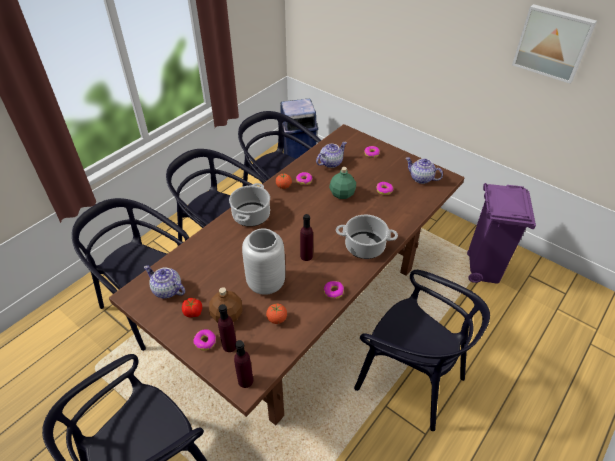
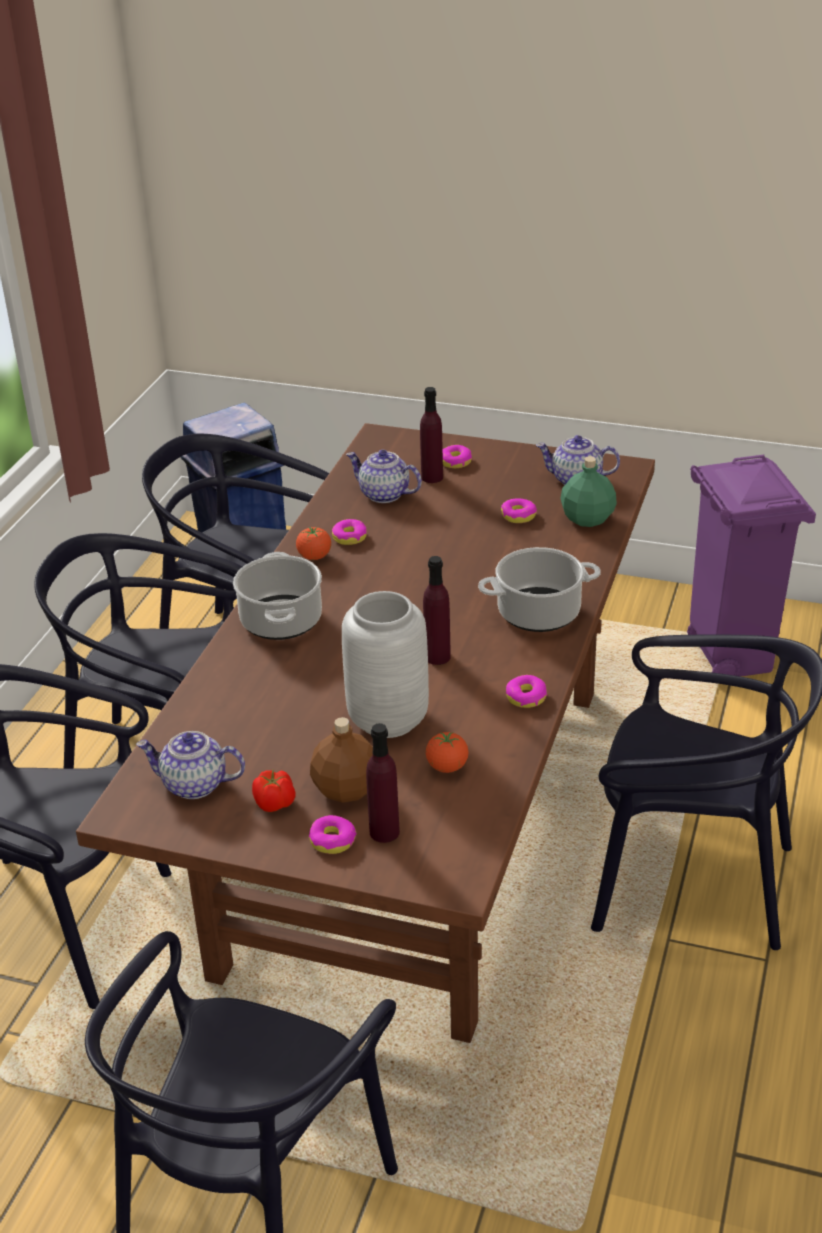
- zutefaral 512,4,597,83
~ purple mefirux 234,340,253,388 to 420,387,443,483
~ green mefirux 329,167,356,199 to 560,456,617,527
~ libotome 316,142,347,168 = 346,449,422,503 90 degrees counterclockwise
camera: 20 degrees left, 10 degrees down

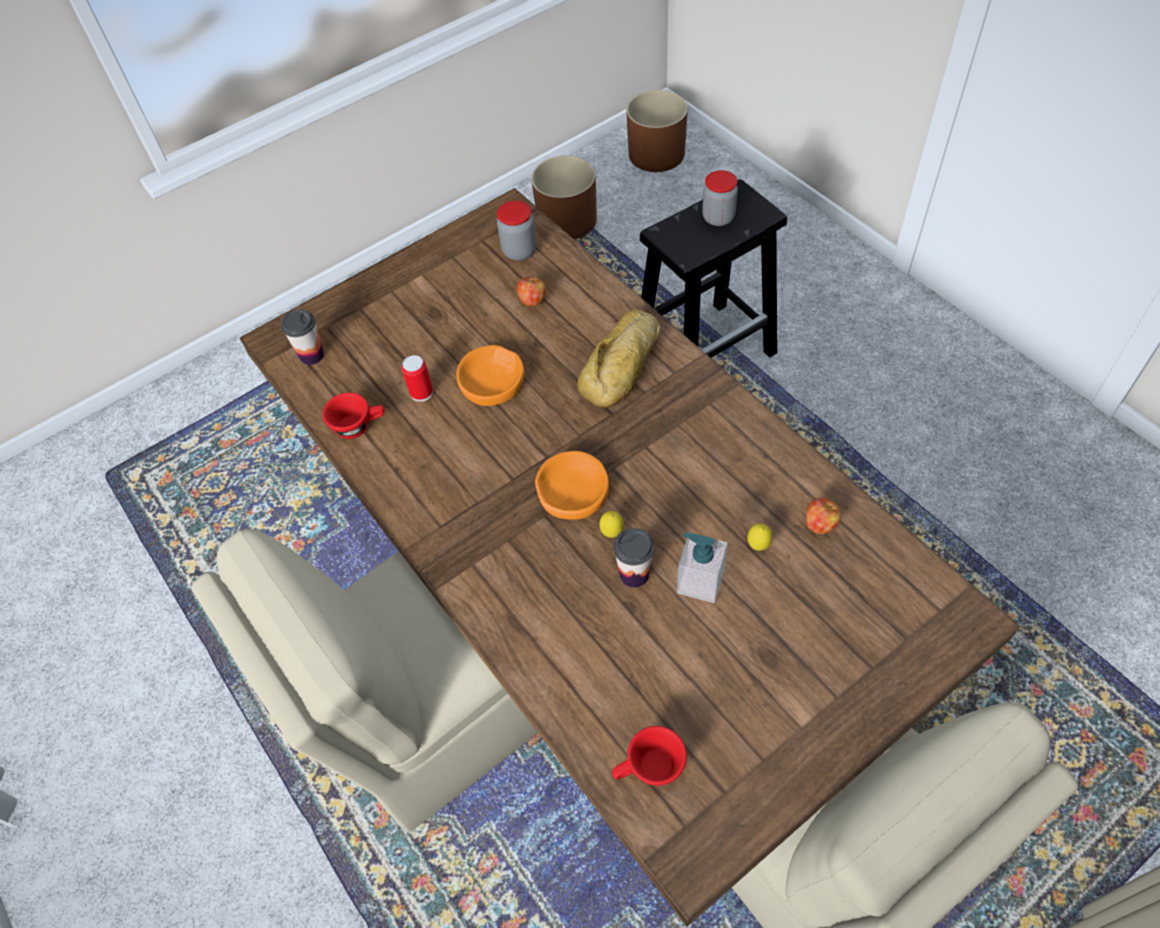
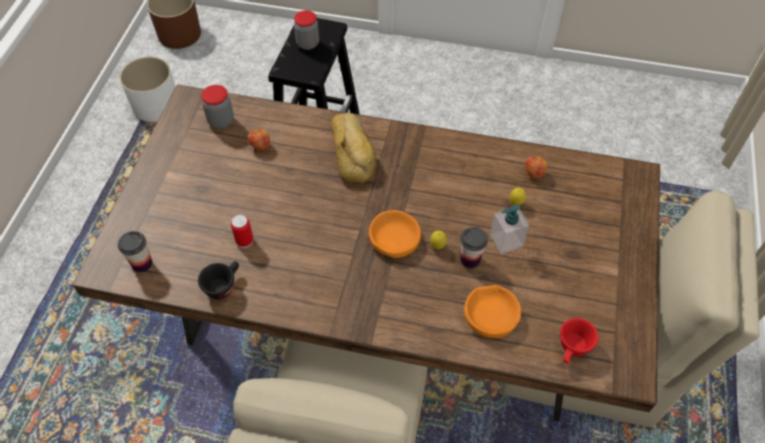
~ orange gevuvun 456,345,524,406 to 464,285,521,338
~ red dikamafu 322,393,385,439 to black dikamafu 198,261,239,299
~ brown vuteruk 531,155,597,239 to white vuteruk 120,57,176,122
camera: 45 degrees left, 0 degrees up

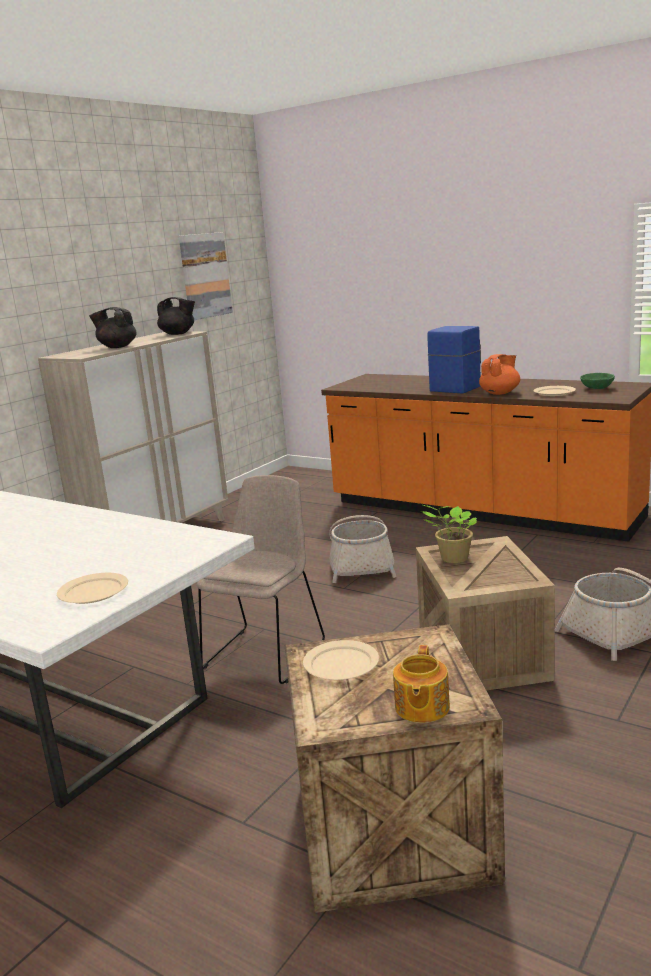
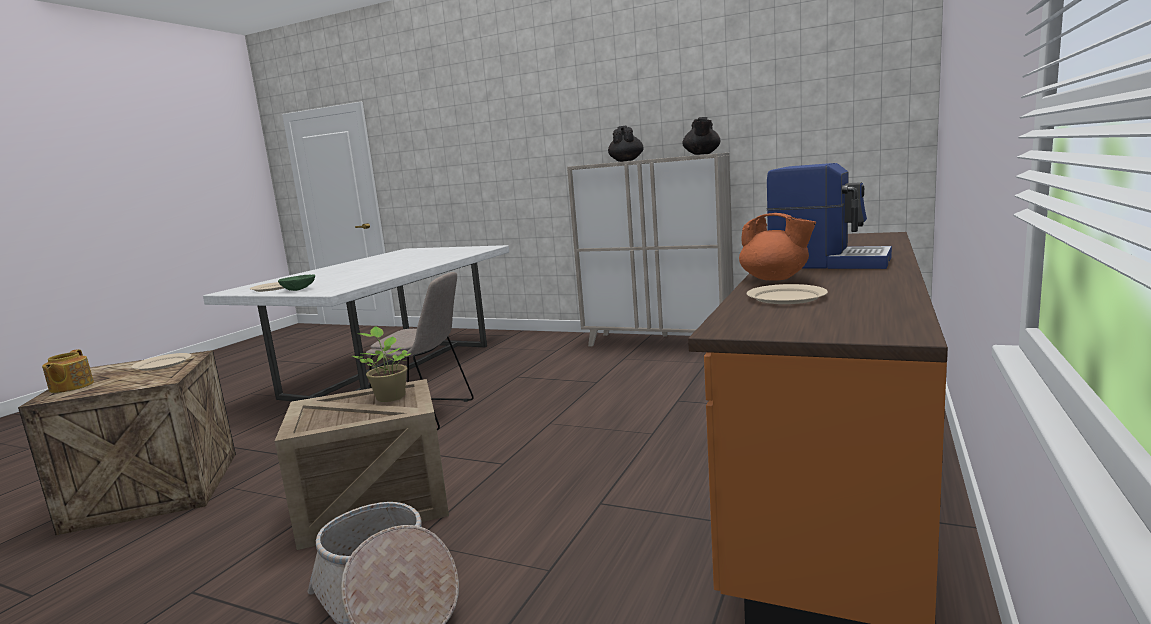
- zutefaral 179,232,233,320
- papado 329,515,397,583
~ green gevuvun 580,373,615,389 to 278,275,315,291
~ libotome 393,645,450,723 = 42,349,94,393 105 degrees counterclockwise
camera: 80 degrees right, 5 degrees down

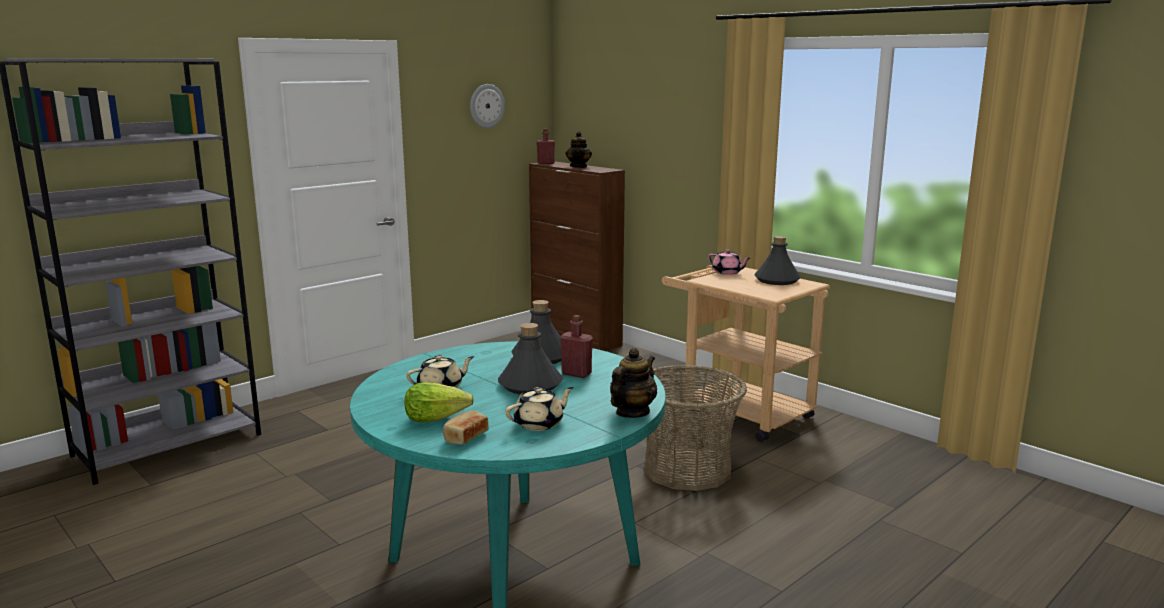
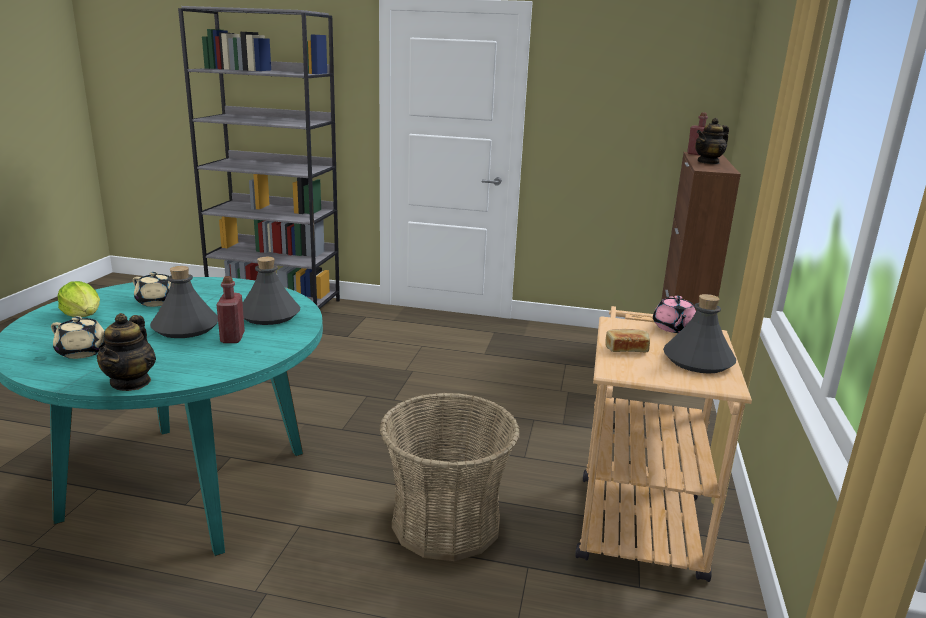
- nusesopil 470,84,505,128
~ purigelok 443,411,489,445 to 605,329,650,353
~ libotome 610,348,657,418 = 97,313,156,391 90 degrees clockwise
camera: 55 degrees right, 5 degrees up

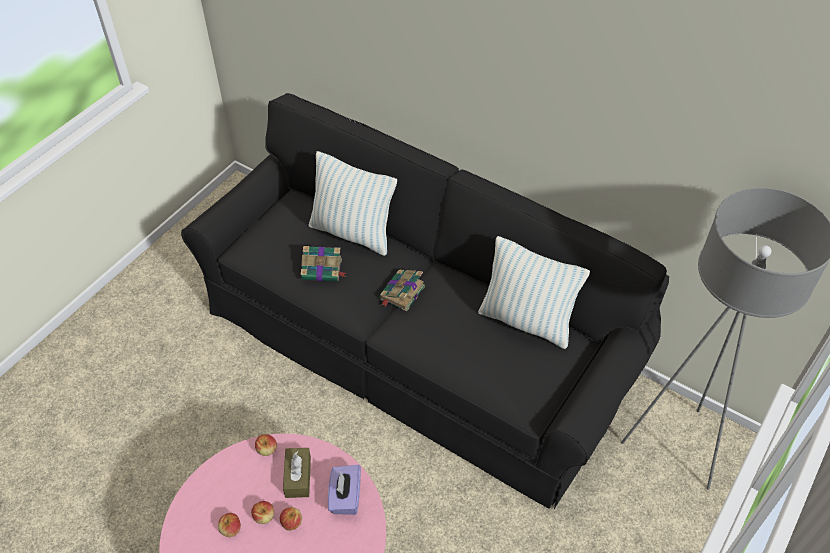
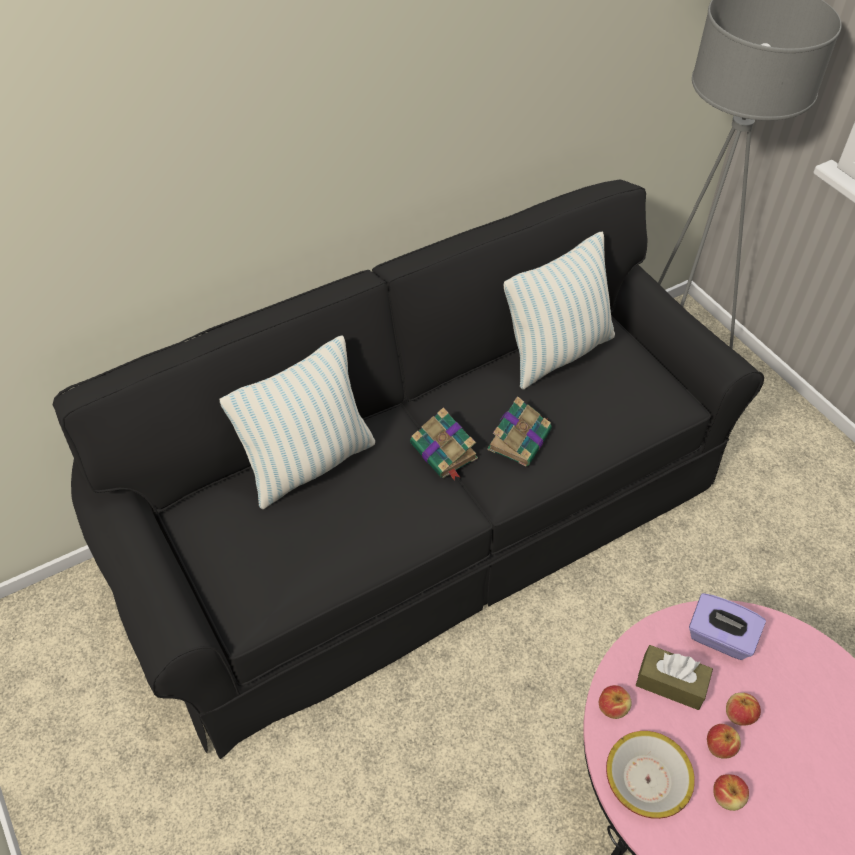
+ gevuvun 606,731,695,819
~ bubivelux 301,246,346,281 to 487,396,552,466
camera: 65 degrees left, 0 degrees up

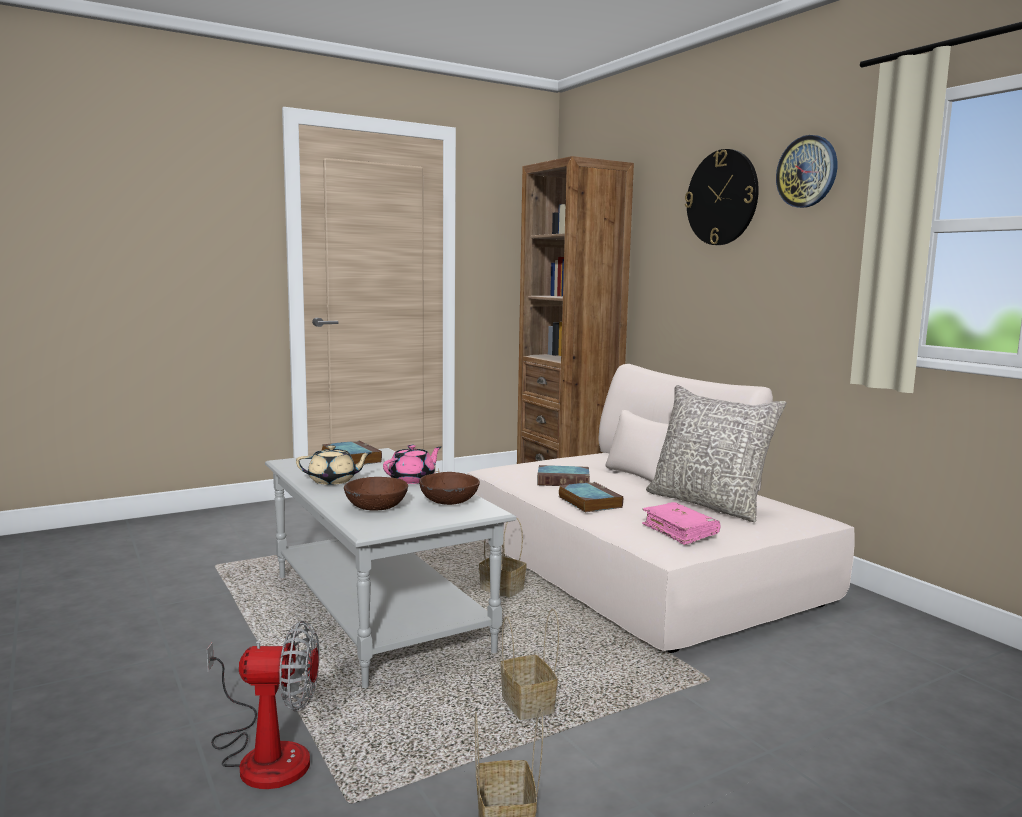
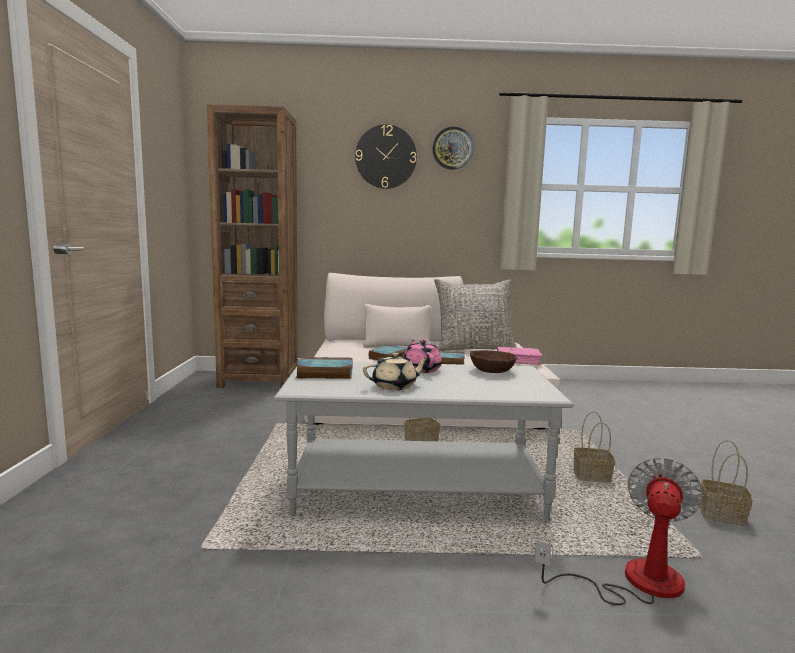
- brown gevuvun 344,477,408,511
~ beige libotome 296,445,371,485 = 363,352,429,390 45 degrees clockwise
camera: 60 degrees left, 0 degrees up

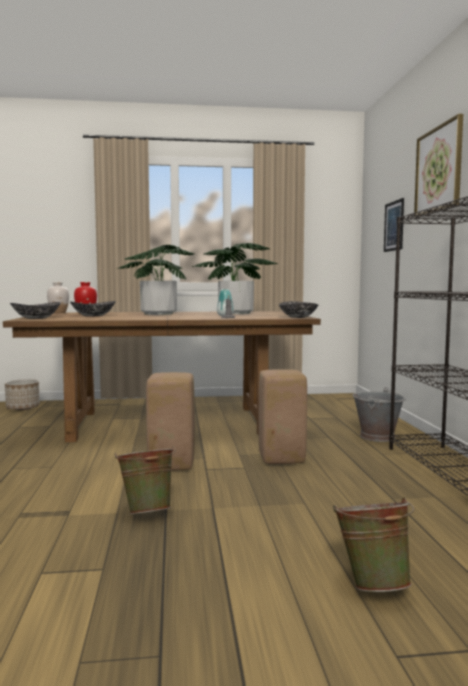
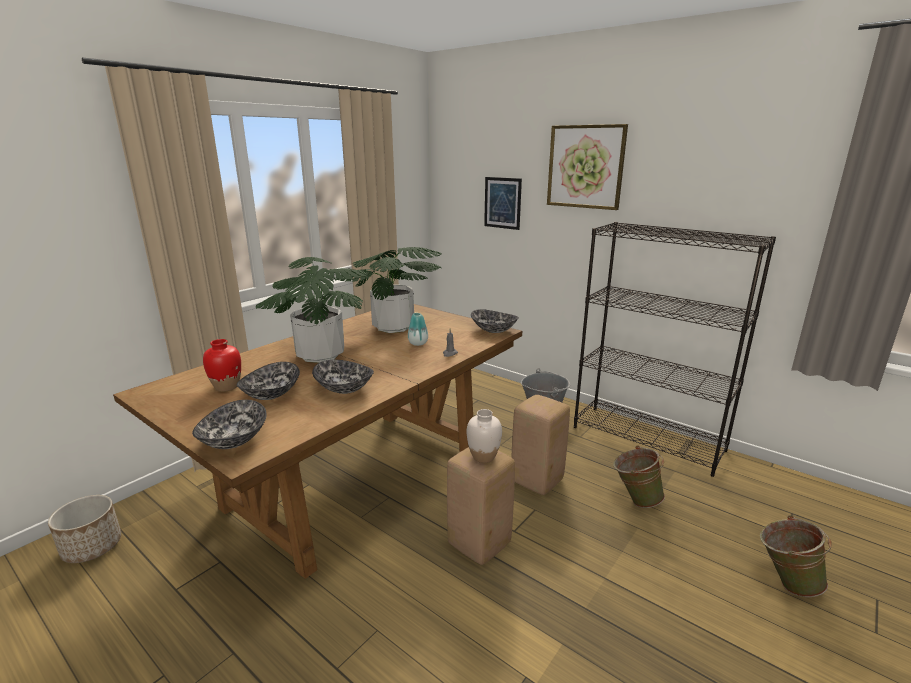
+ gevuvun 312,360,374,394
~ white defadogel 47,282,69,313 to 467,409,502,463
~ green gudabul 115,446,176,514 to 613,445,665,508
camera: 45 degrees left, 15 degrees up

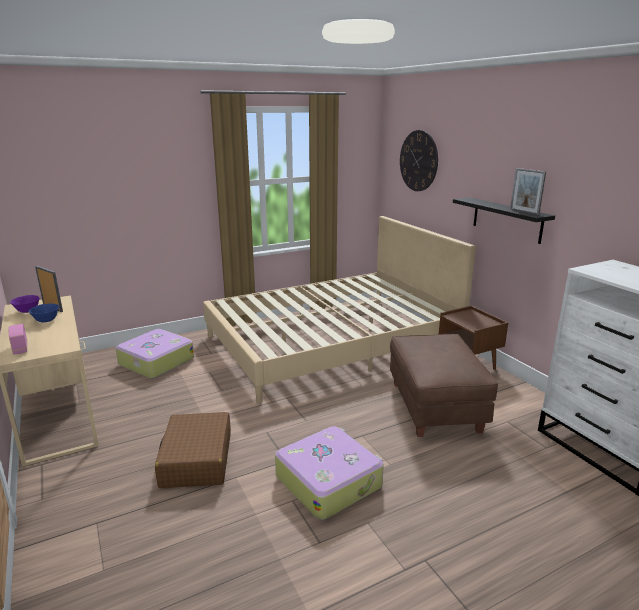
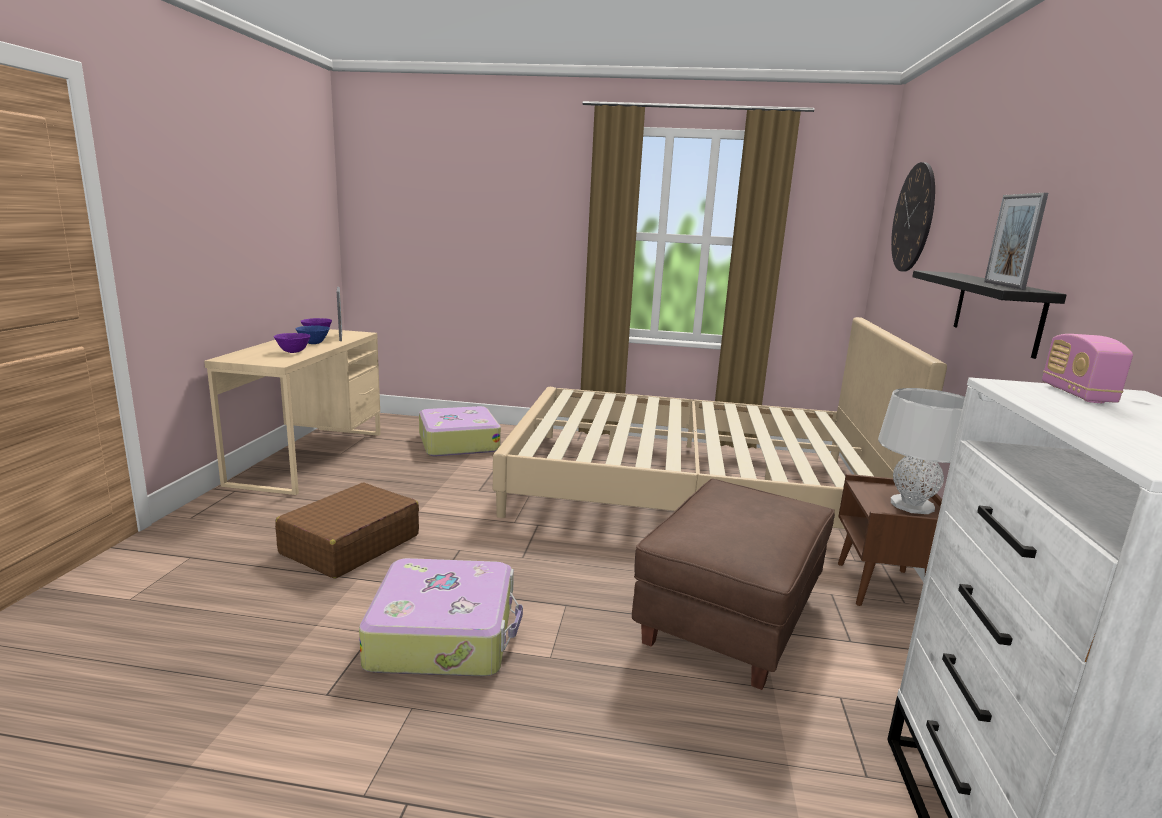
+ purple gevuvun 274,333,311,353
+ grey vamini 878,388,965,514
~ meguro 9,324,27,355 to 1042,334,1133,403
camera: 35 degrees right, 5 degrees down

